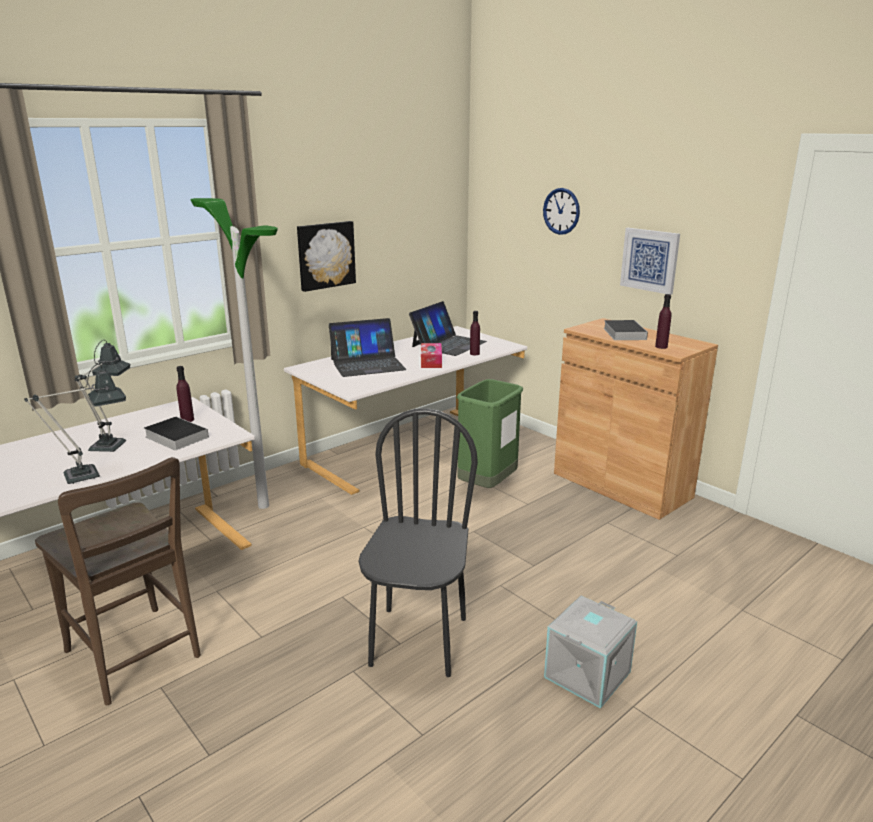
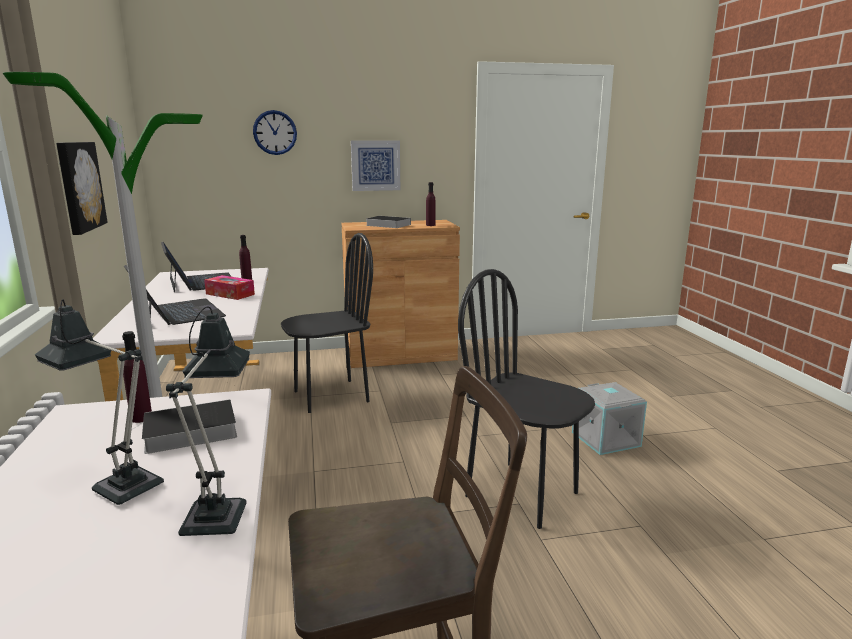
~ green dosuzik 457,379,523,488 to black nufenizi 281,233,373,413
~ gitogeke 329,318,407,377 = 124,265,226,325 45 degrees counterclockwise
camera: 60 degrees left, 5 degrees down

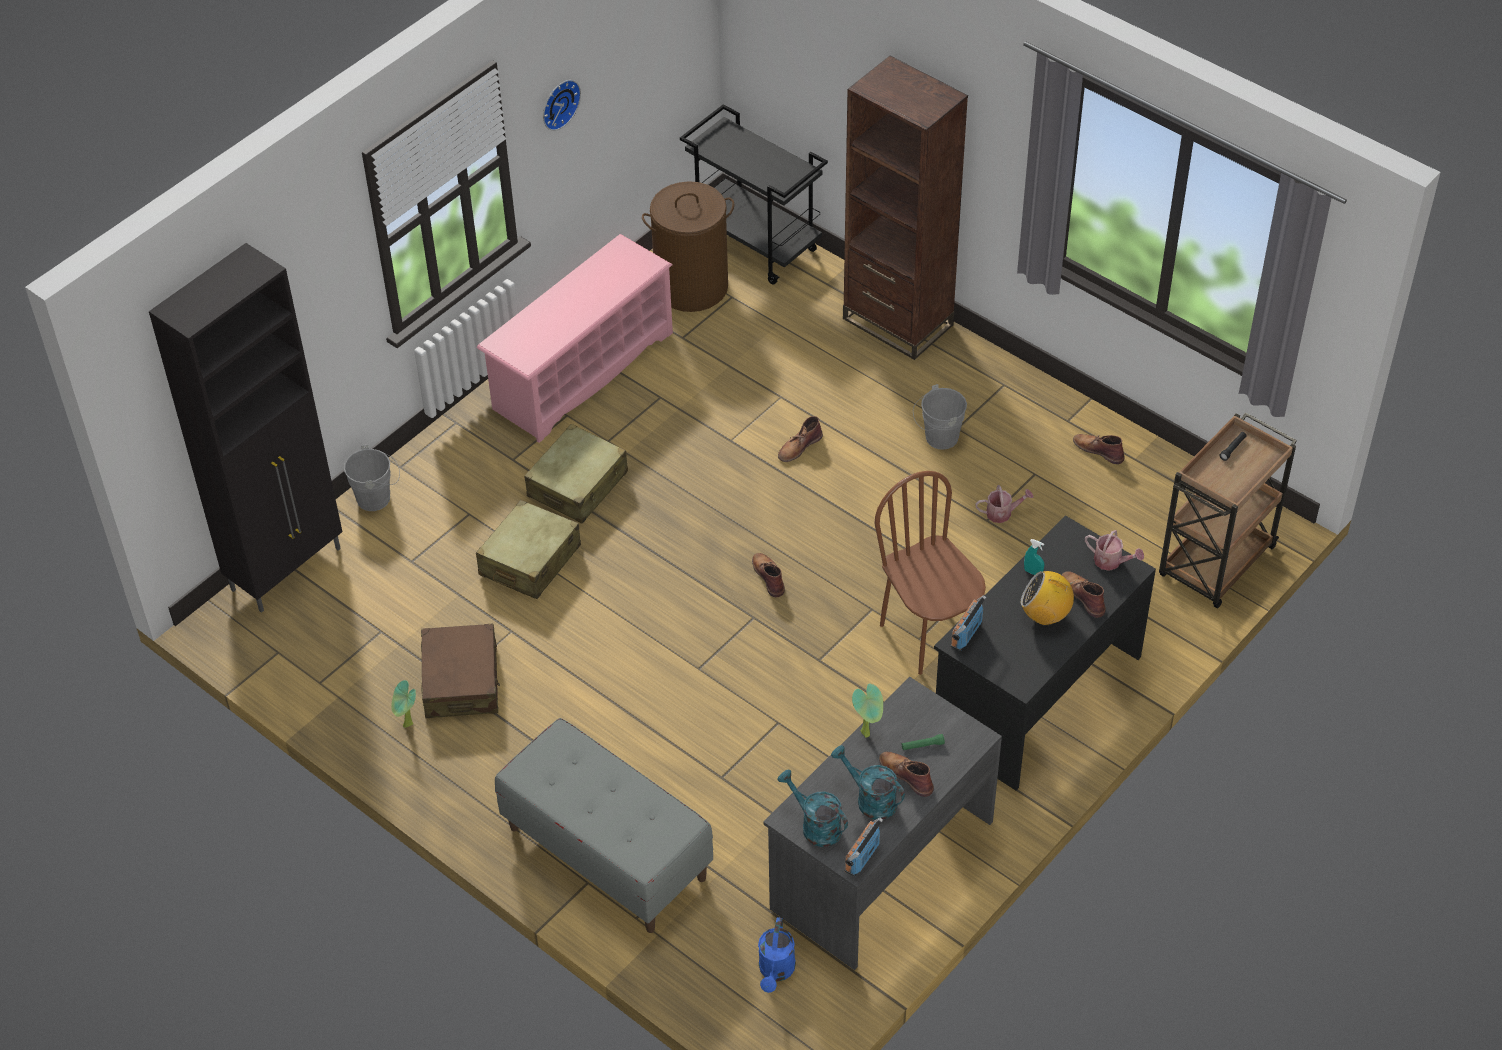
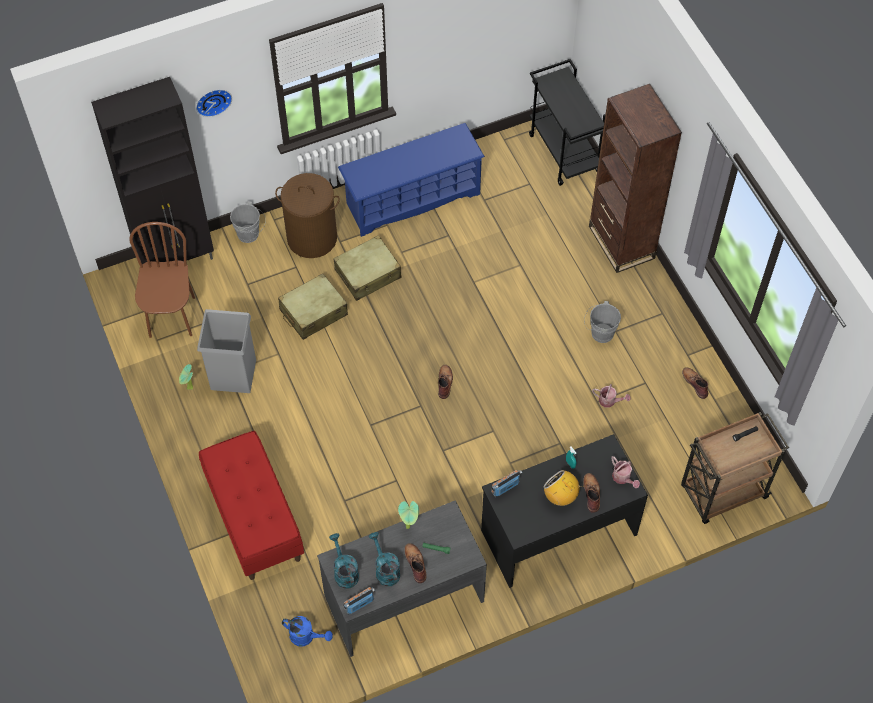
- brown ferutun 778,416,823,462
~ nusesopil 543,80,581,131 to 196,89,232,117
~ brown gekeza 642,181,734,312 to 275,173,340,258
~ brown nufenizi 874,471,986,675 to 129,222,195,338
~ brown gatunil 421,624,500,718 to grey dosuzik 197,309,256,393
~ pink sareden 477,234,673,443 to blue sareden 338,123,485,237
~ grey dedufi 495,718,713,933 to red dedufi 199,431,304,580
~ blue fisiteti 758,917,796,993 = 282,616,333,646 105 degrees counterclockwise
camera: 25 degrees right, 10 degrees up

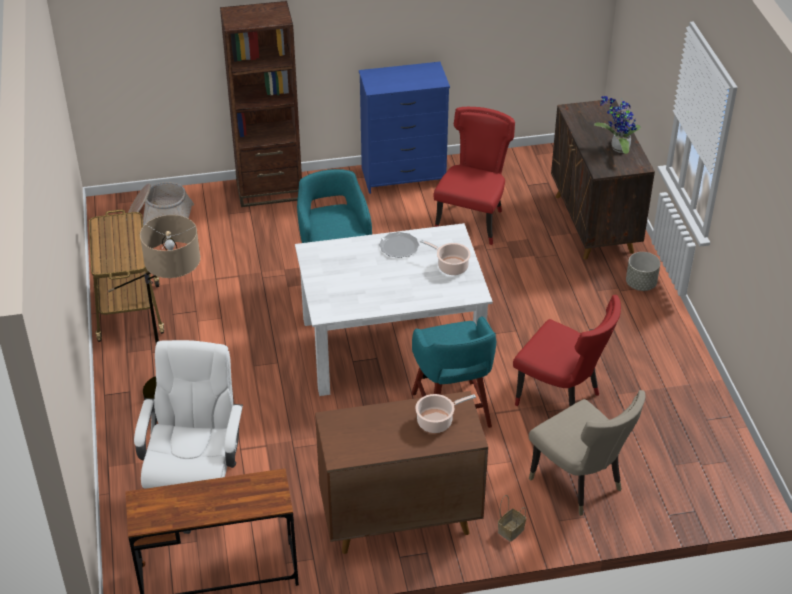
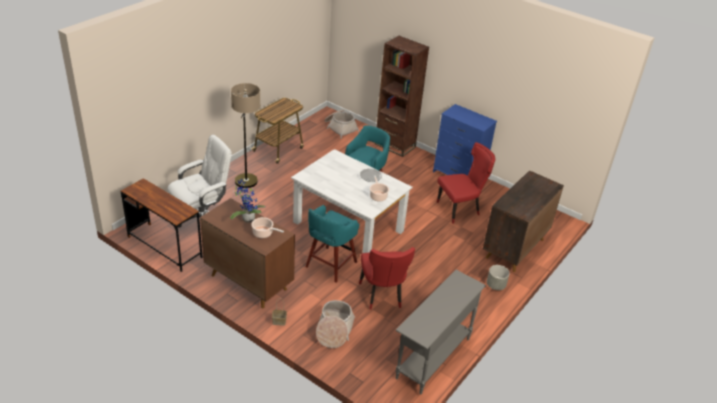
+ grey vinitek 396,270,486,395
~ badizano 594,96,641,154 to 230,178,265,223
~ beige nufenizi 529,390,645,516 to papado 316,300,355,348
camera: 45 degrees right, 5 degrees down

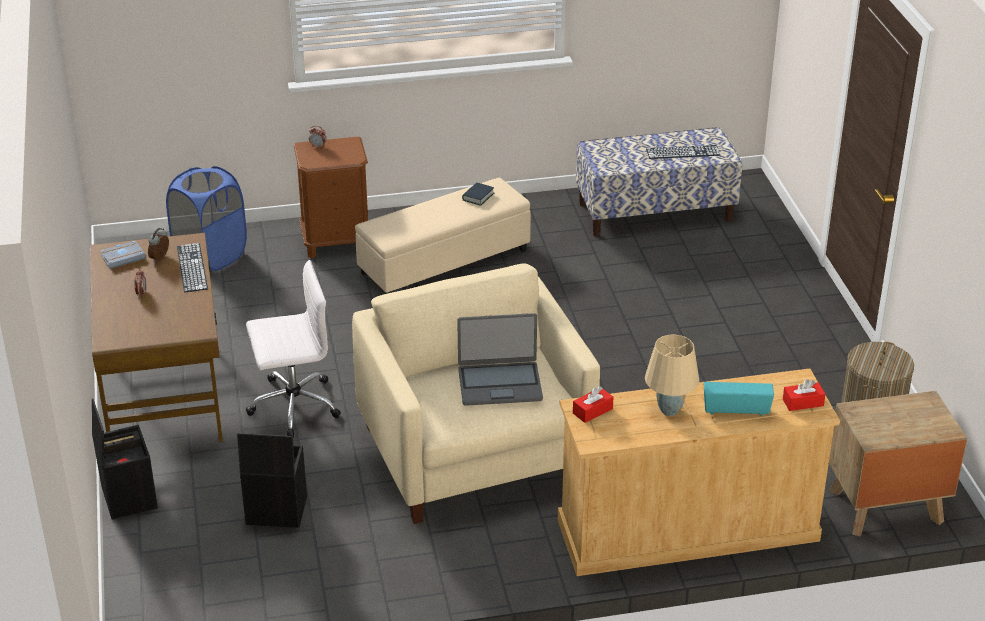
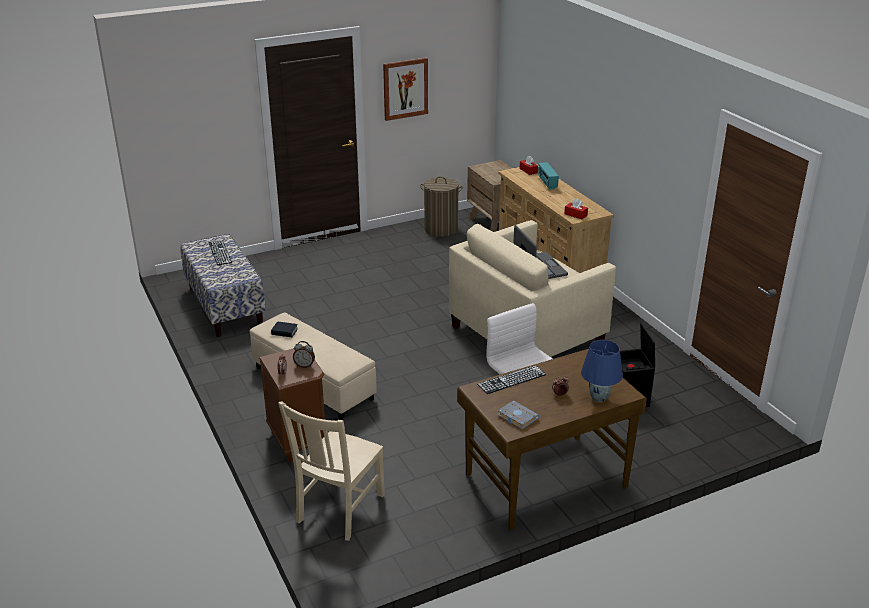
- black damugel 92,399,158,520
- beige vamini 645,334,699,416
+ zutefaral 383,58,428,121
+ blue vamini 581,340,623,403
~ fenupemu 148,228,169,262 to 293,341,315,368
~ blue gekeza 166,166,247,271 to beige nufenizi 278,401,385,541
camera: 105 degrees left, 5 degrees down

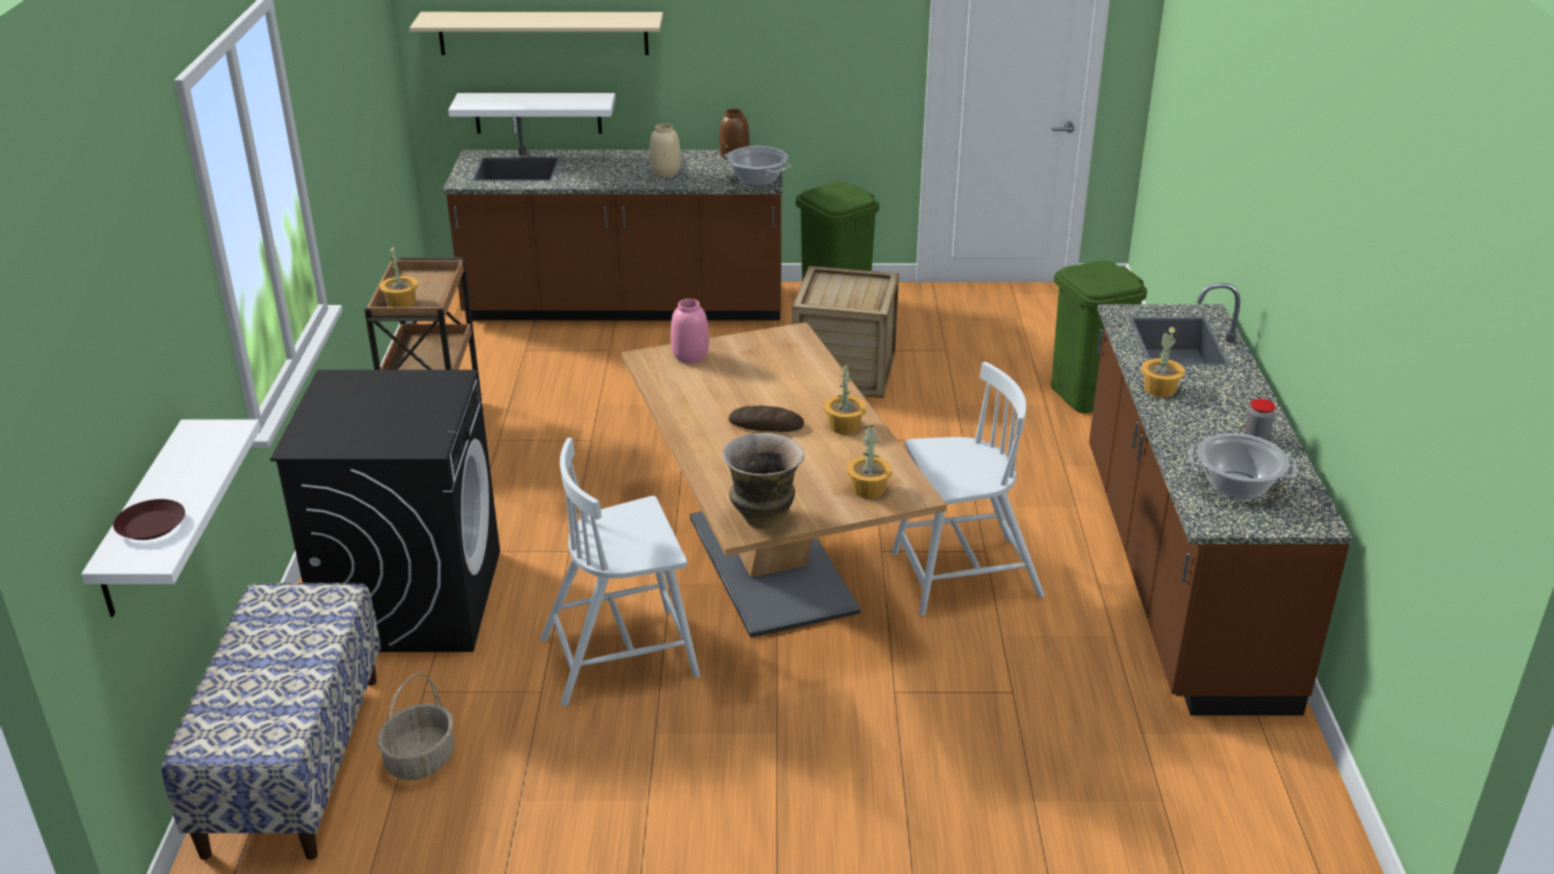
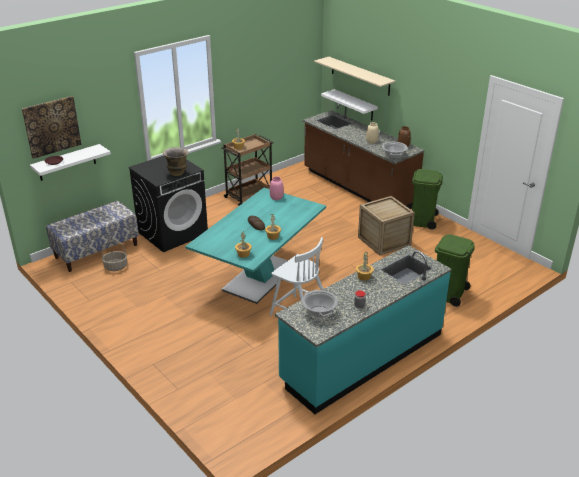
- white nufenizi 540,438,700,706
+ zutefaral 22,96,82,159
~ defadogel 723,433,805,529 to 163,147,189,176
~ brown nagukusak 622,322,947,638 to turquoise nagukusak 185,188,326,304
~ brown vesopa 1089,283,1352,715 to turquoise vesopa 275,245,451,414
camera: 50 degrees right, 0 degrees up

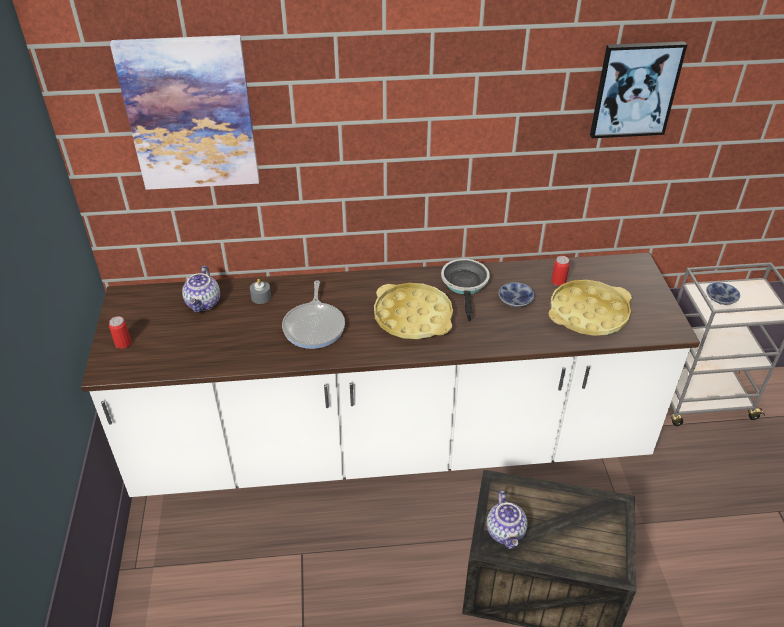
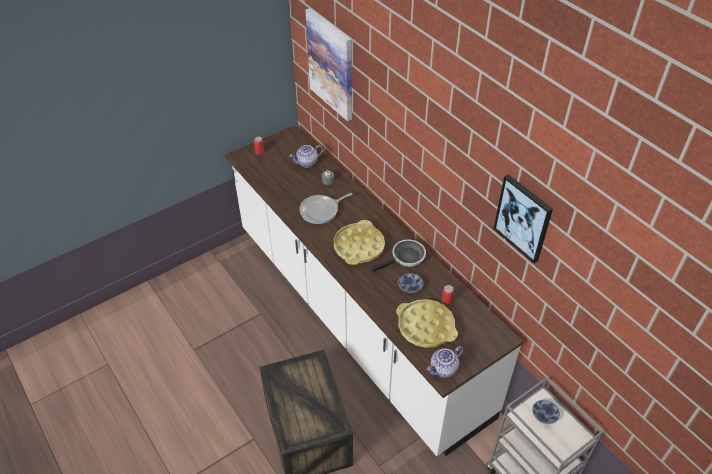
~ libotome 487,490,528,549 to 427,346,463,378
camera: 60 degrees right, 5 degrees up

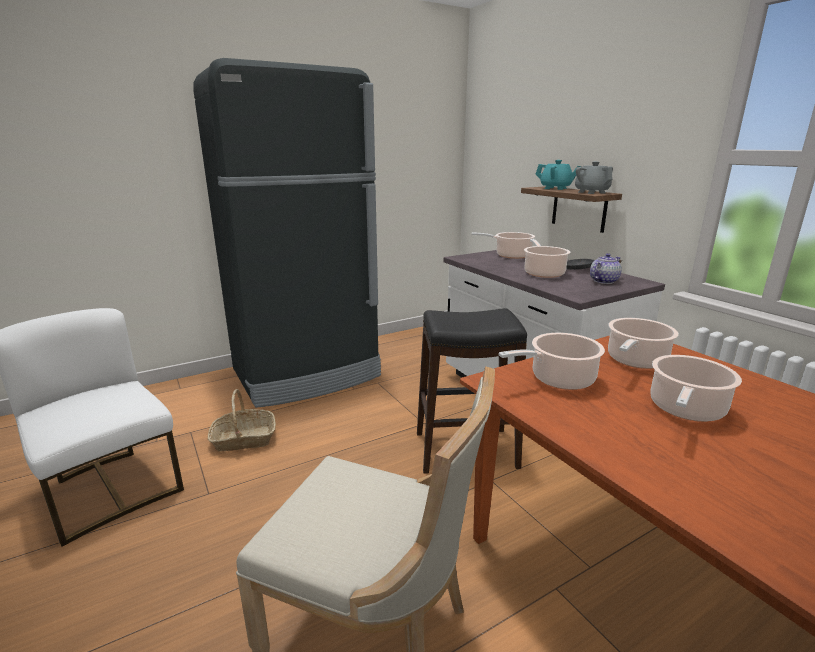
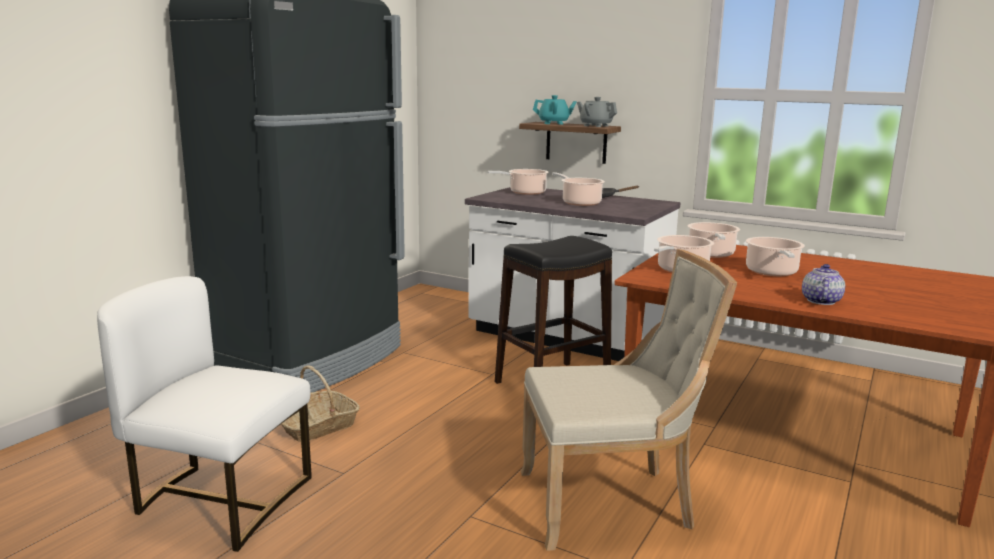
~ libotome 590,253,622,284 to 802,264,845,305
camera: 30 degrees left, 5 degrees down

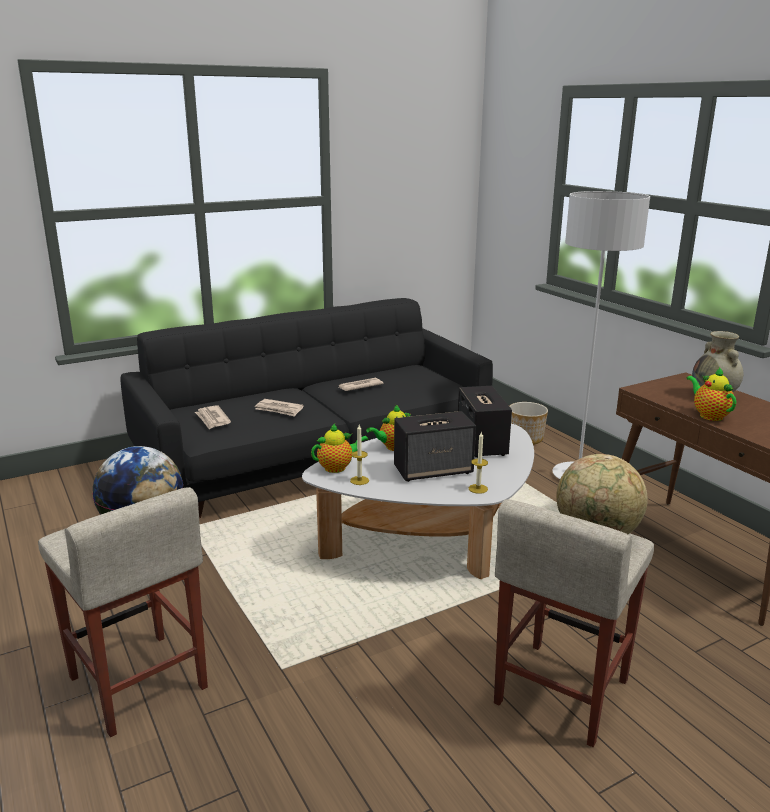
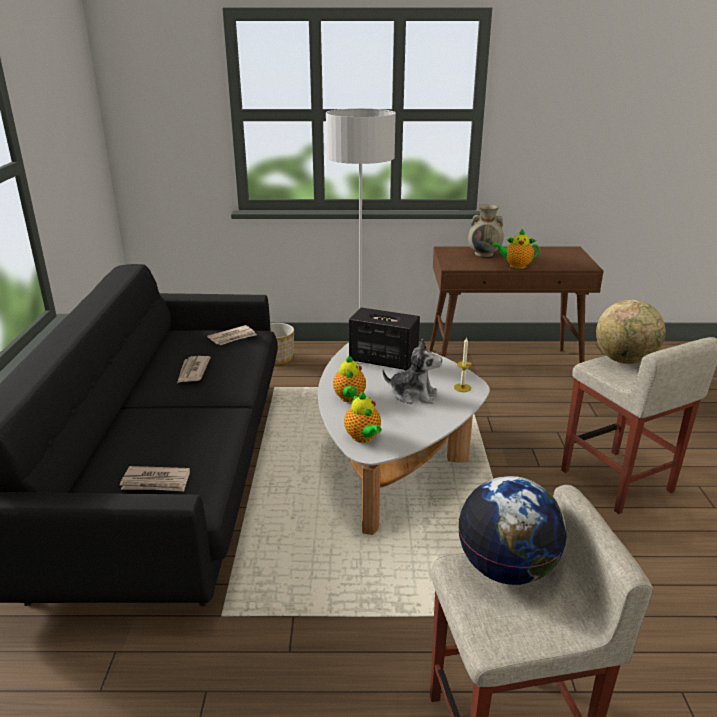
- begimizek 350,425,369,485
~ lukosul 255,399,304,417 to 207,325,257,345
~ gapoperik 394,411,476,482 to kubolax 382,339,442,404
~ libotome 311,424,369,473 = 344,392,381,443 150 degrees clockwise
camera: 60 degrees left, 5 degrees up

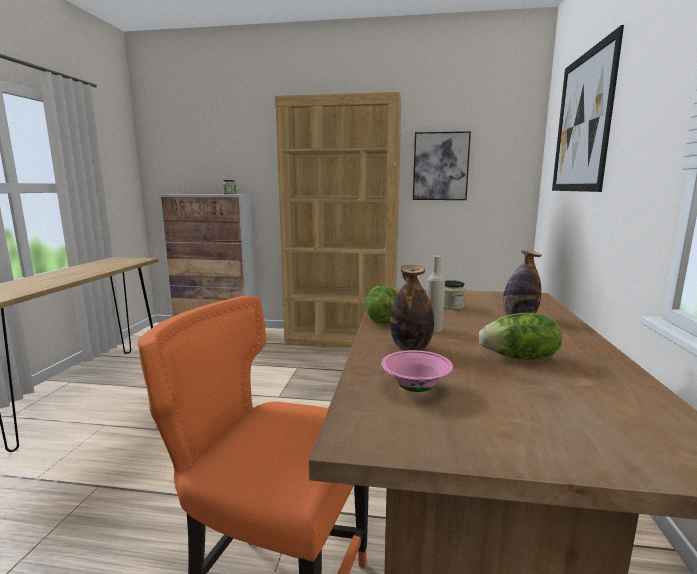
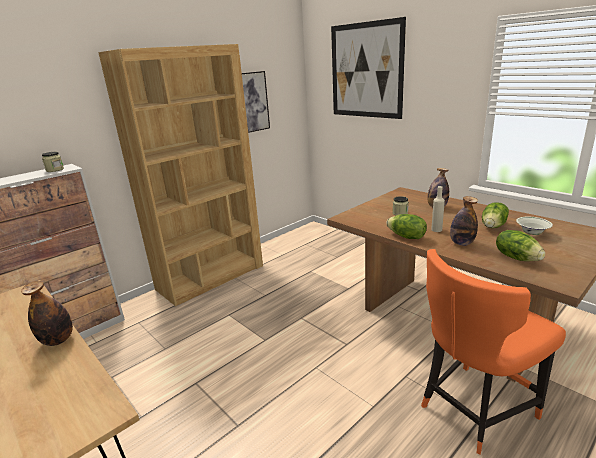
+ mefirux 21,281,73,346
+ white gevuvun 516,217,553,235
~ pink gevuvun 381,350,453,392 to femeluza 496,230,545,261
camera: 50 degrees left, 10 degrees up

